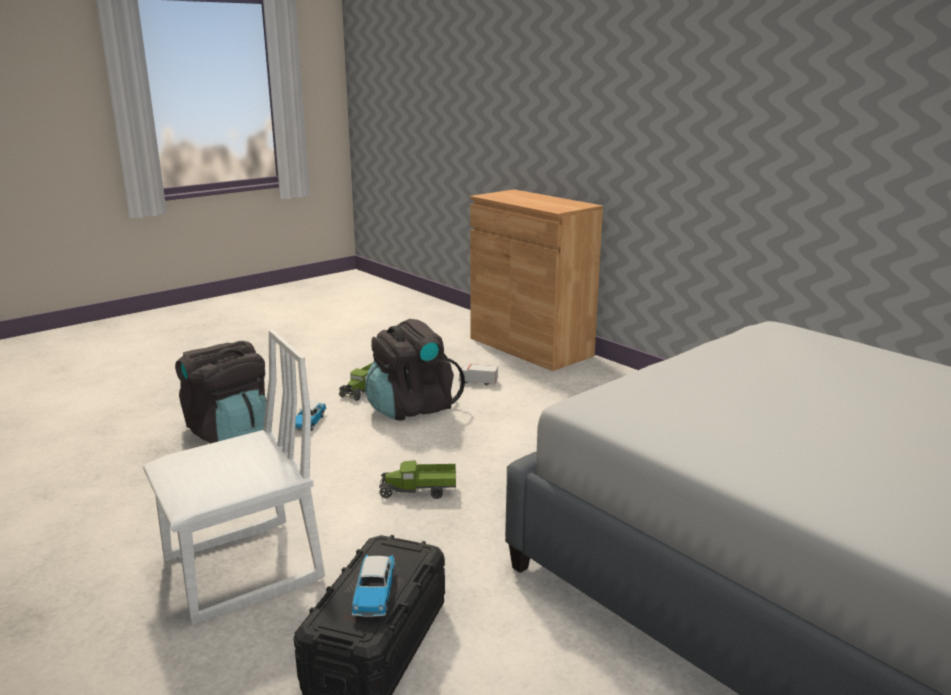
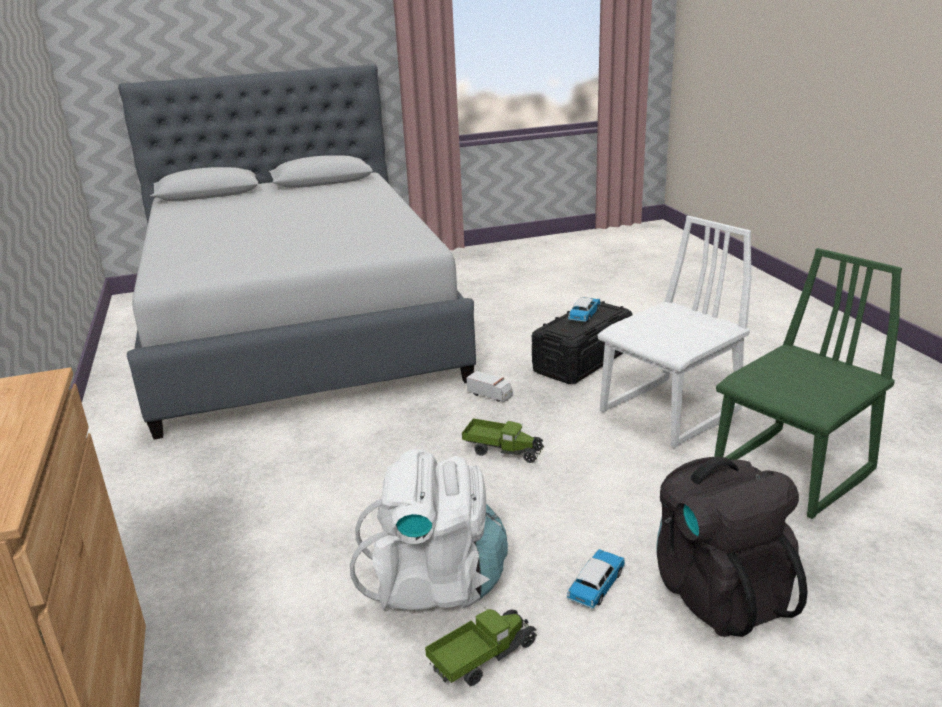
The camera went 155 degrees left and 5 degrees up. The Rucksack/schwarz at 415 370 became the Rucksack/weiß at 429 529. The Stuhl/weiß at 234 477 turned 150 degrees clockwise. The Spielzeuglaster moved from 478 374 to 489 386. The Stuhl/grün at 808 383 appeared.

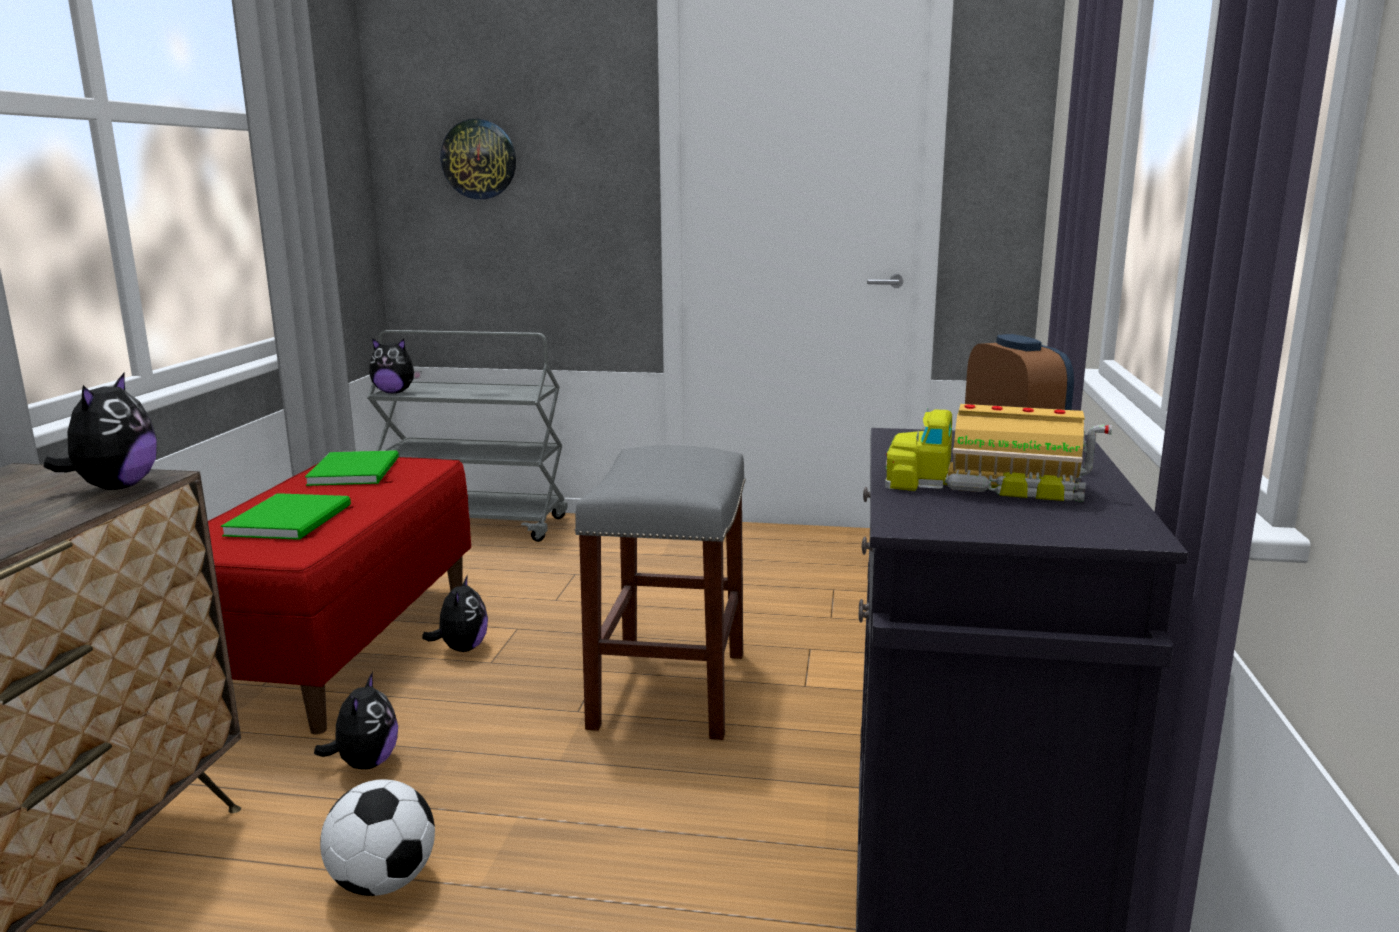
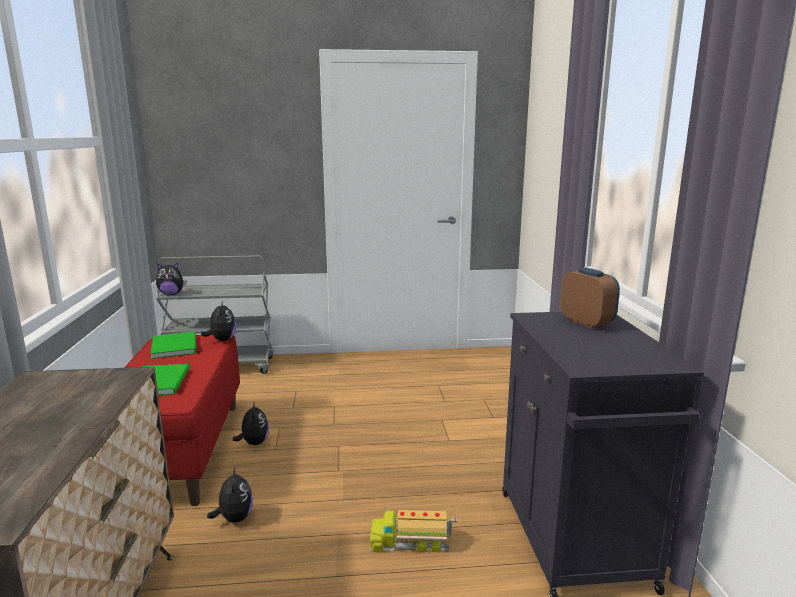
The camera went 15 degrees left and 0 degrees up. The Wanduhr at 478 159 disappeared. The Plüschtier moved from 100 431 to 218 321. The Spielzeuglaster moved from 998 453 to 414 529. The Hocker/grau at 660 592 disappeared. The Fußball at 377 837 disappeared.

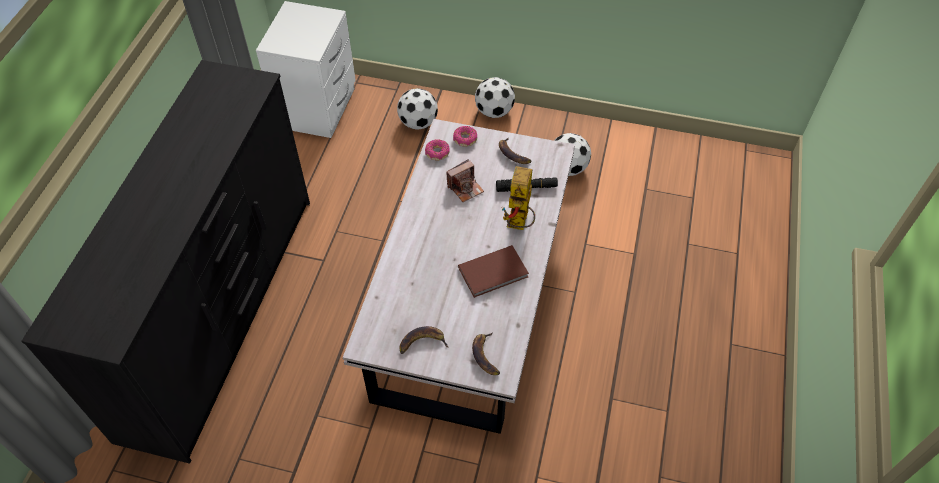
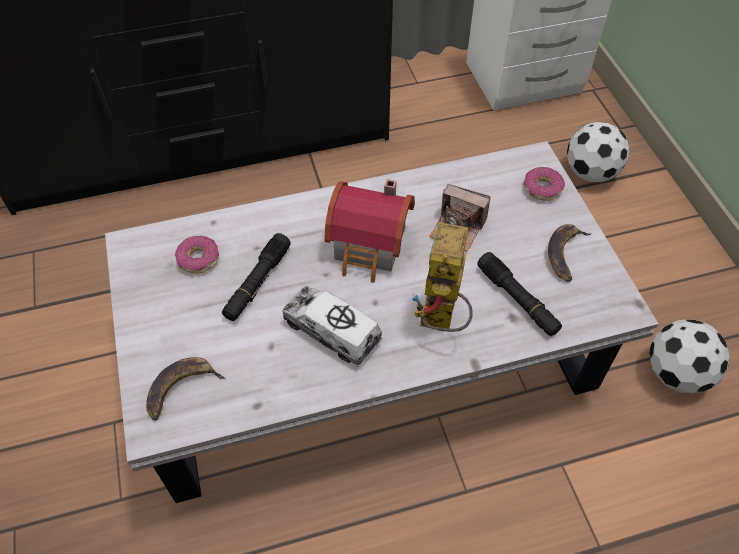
The camera went 60 degrees right and 0 degrees up. The Fußball at 495 97 disappeared. The Donut moved from 437 149 to 197 255. The Spielzeugroboter at 518 198 turned 60 degrees counterclockwise. The Buch/braun at 493 271 was replaced by the Spielzeuglaster at 332 326. The Banane at 424 340 disappeared. The Spielzeughaus at 369 231 appeared. The Taschenlampe/schwarz at 256 277 appeared.

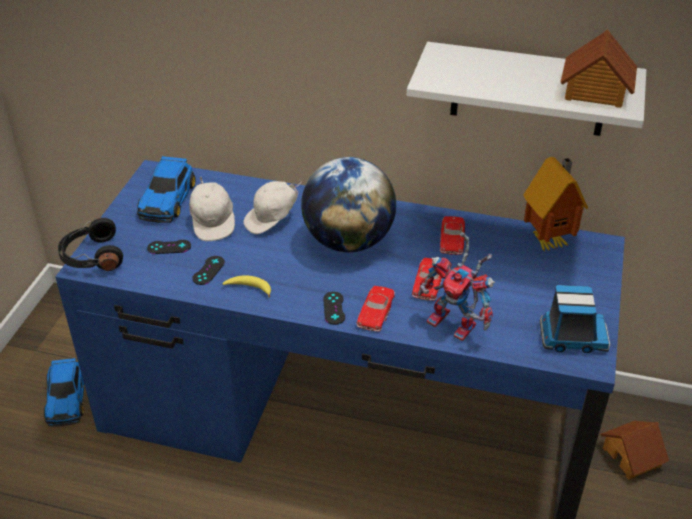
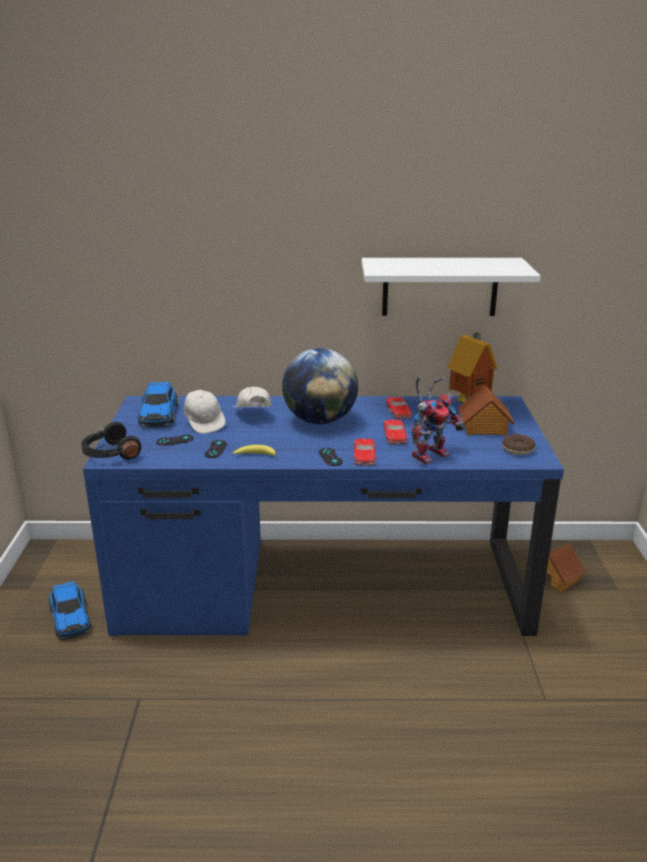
The camera went 15 degrees left and 15 degrees down. The Spielzeughaus moved from 598 68 to 486 410. The Kappe/weiß at 272 206 turned 120 degrees clockwise. The Spielzeugroboter at 456 286 turned 60 degrees counterclockwise. The Spielzeuglaster at 575 319 was replaced by the Donut at 518 444.

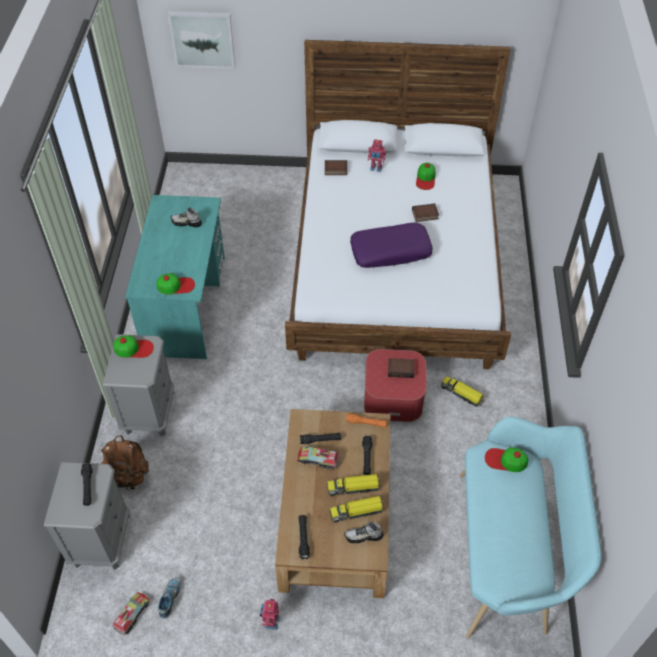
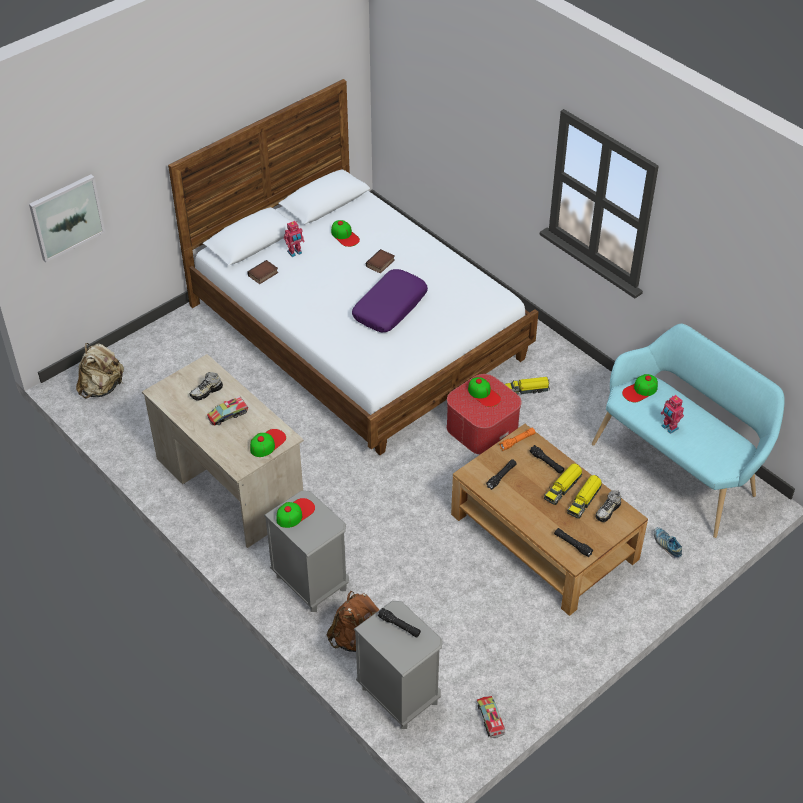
The camera went 45 degrees left and 5 degrees down. The Schreibtisch/türkis at 175 277 became the Schreibtisch/beige at 223 451. The Buch at 401 368 was replaced by the Kappe at 484 392. The Spielzeuglaster moved from 318 458 to 227 411. The Schuh moved from 169 598 to 668 542. The Spielzeugroboter moved from 270 614 to 672 414. The Rucksack/beige at 100 371 appeared.

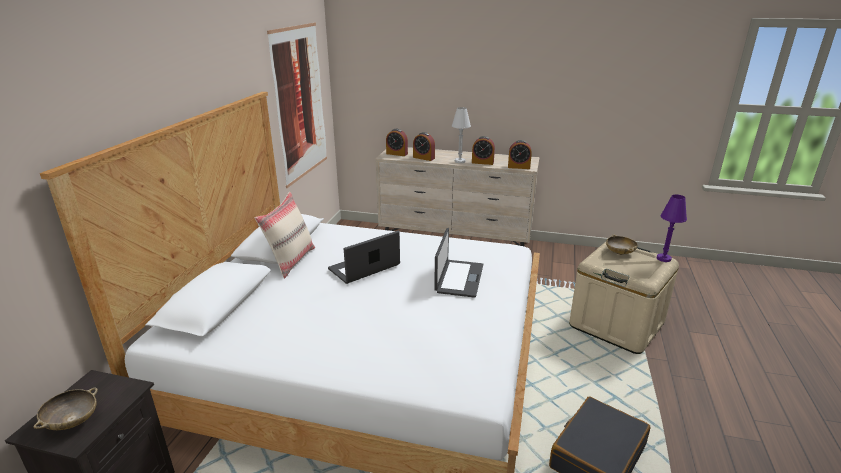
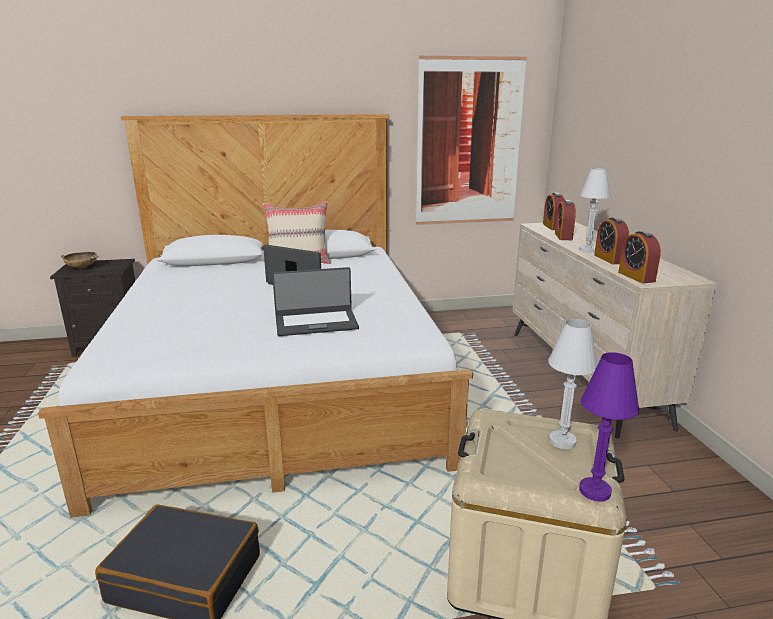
The camera went 65 degrees right and 5 degrees down. The Schüssel/beige at 622 244 was replaced by the Tischlampe/weiß at 573 384.

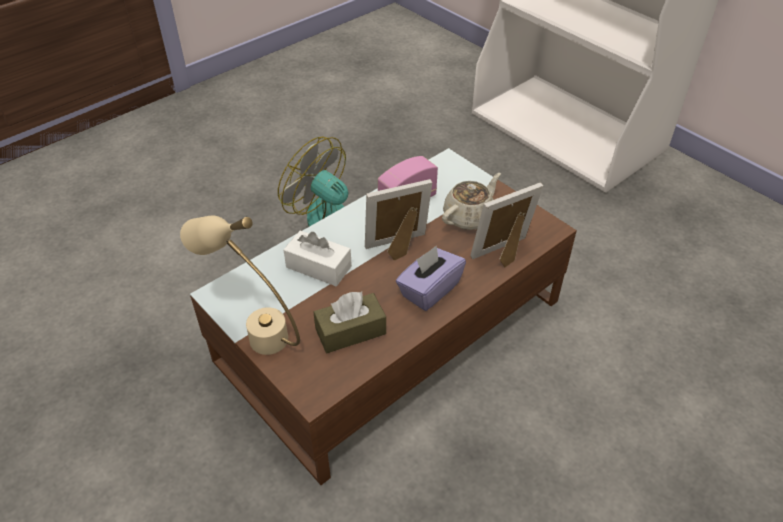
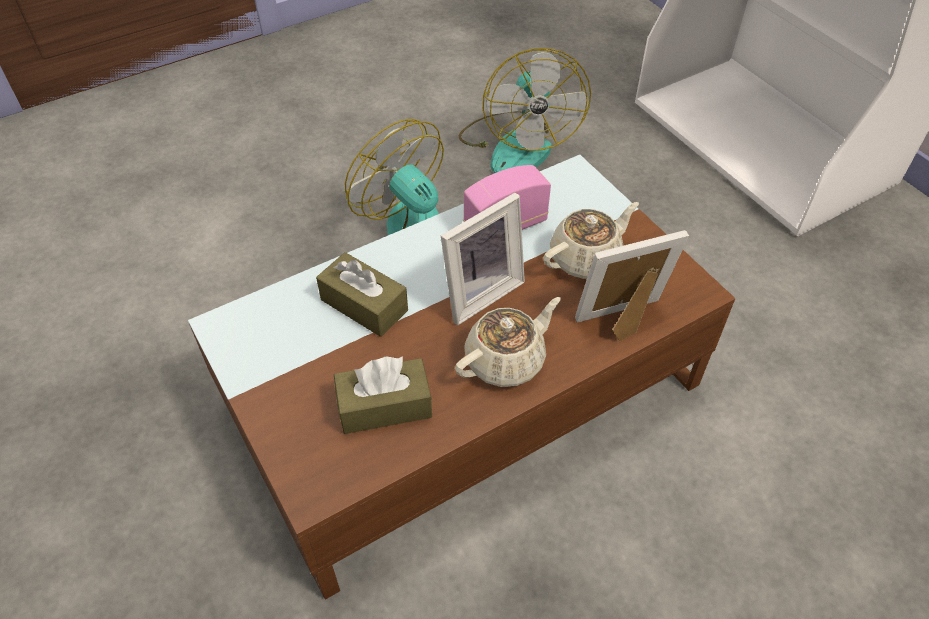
The camera went 10 degrees right and 5 degrees up. The Bilderrahmen at 398 220 turned 150 degrees clockwise. The Tischlampe/beige at 240 285 disappeared. The Taschentuchbox/weiß at 317 258 became the Taschentuchbox/braun at 362 294. The Taschentuchbox/lila at 431 278 was replaced by the Teekanne/beige at 508 342. The Ventilator at 525 110 appeared.

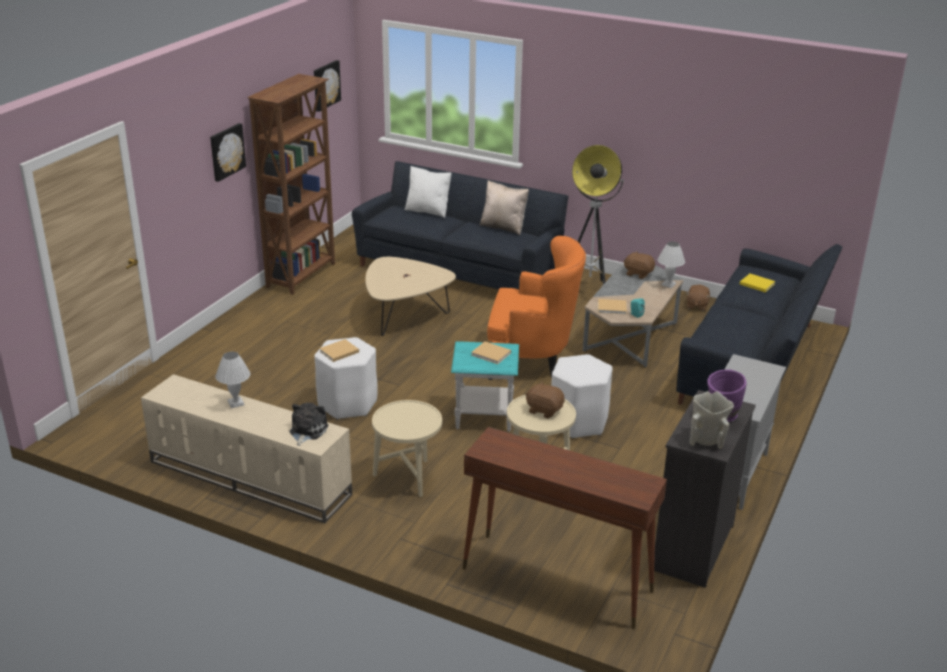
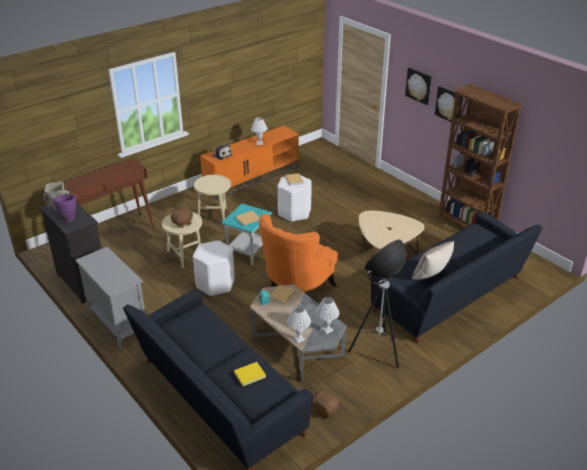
The camera went 115 degrees right and 5 degrees up. The Bild moved from 327 86 to 418 86. The Kissen/weiß at 428 192 disappeared. The Plüschtier/braun at 639 265 was replaced by the Tischlampe/weiß at 327 315. The Fernsehschrank/beige at 246 448 became the Fernsehschrank/orange at 249 162.

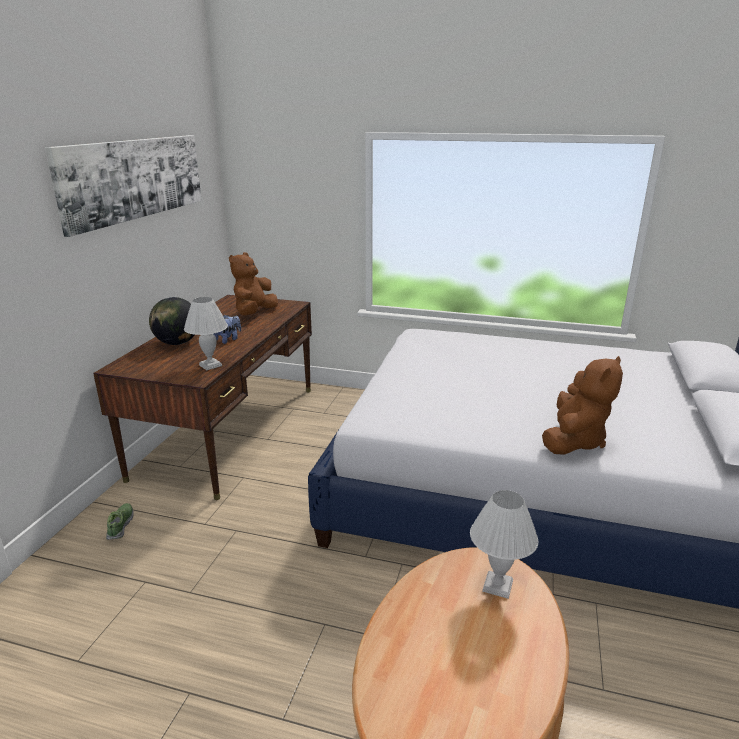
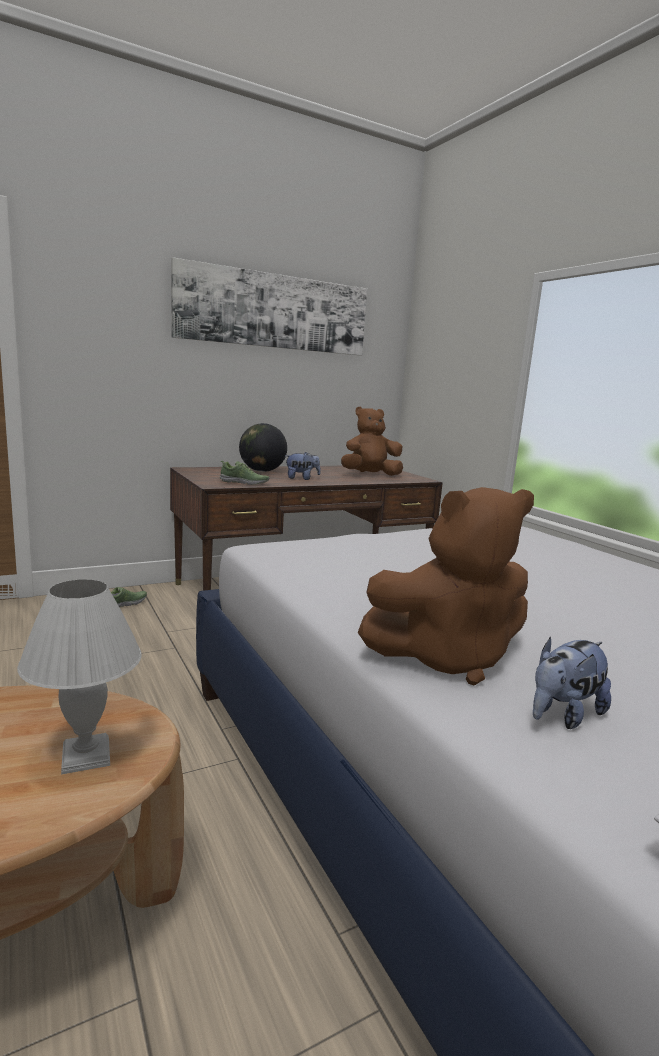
The camera went 45 degrees right and 10 degrees down. The Tischlampe/weiß at 206 333 was replaced by the Schuh at 244 473. The Plüschtier at 572 683 appeared.

